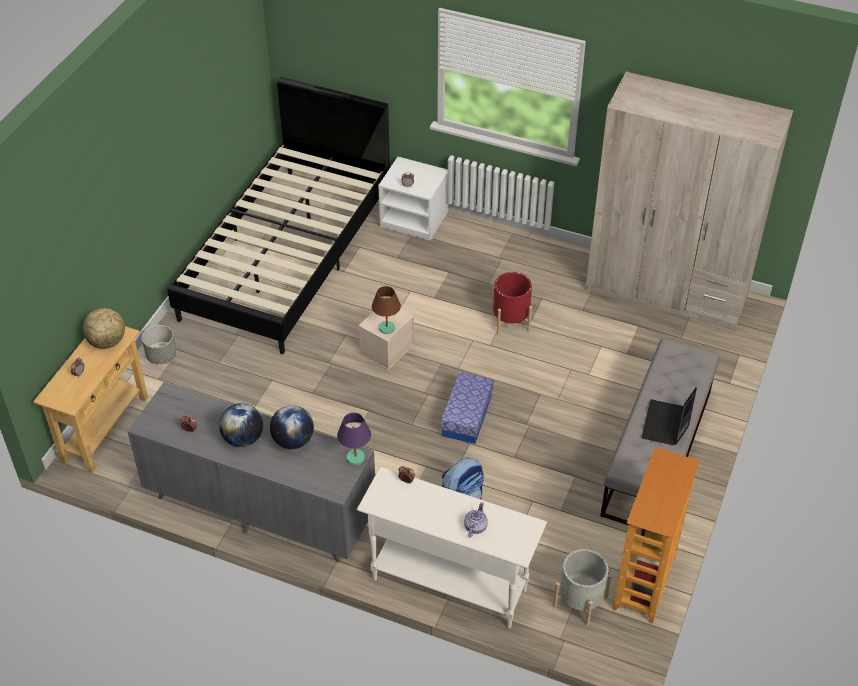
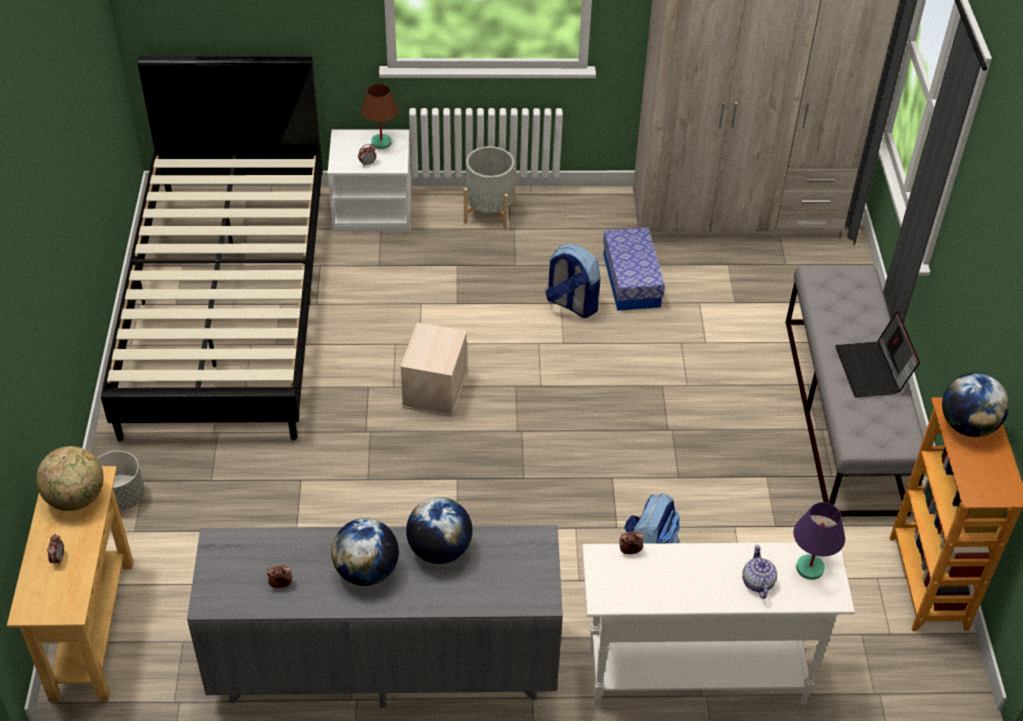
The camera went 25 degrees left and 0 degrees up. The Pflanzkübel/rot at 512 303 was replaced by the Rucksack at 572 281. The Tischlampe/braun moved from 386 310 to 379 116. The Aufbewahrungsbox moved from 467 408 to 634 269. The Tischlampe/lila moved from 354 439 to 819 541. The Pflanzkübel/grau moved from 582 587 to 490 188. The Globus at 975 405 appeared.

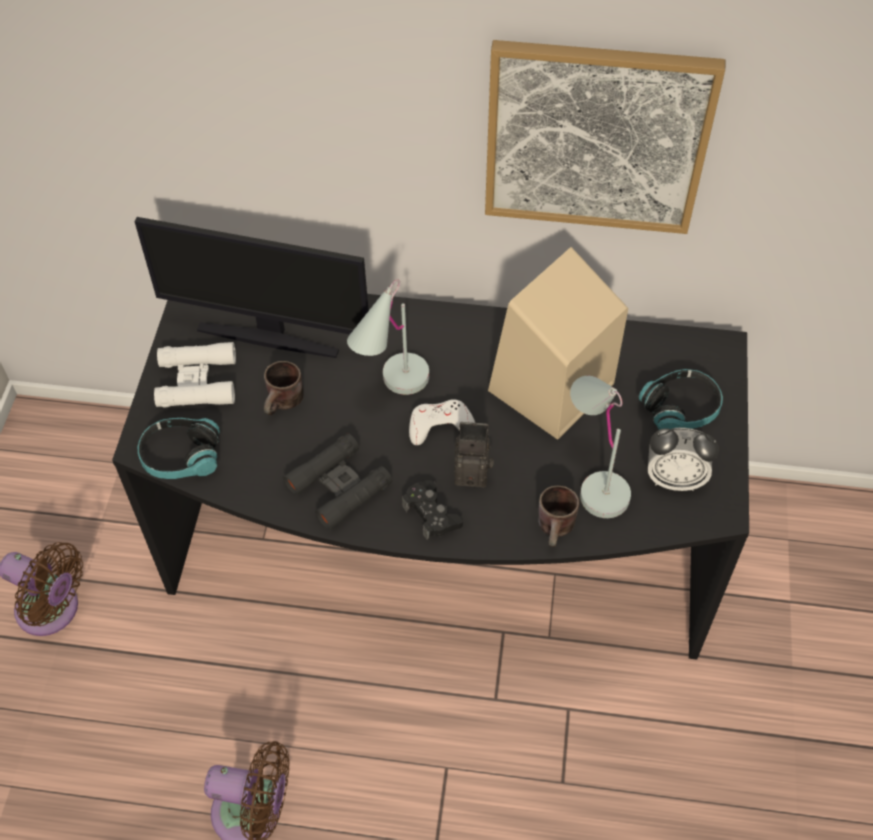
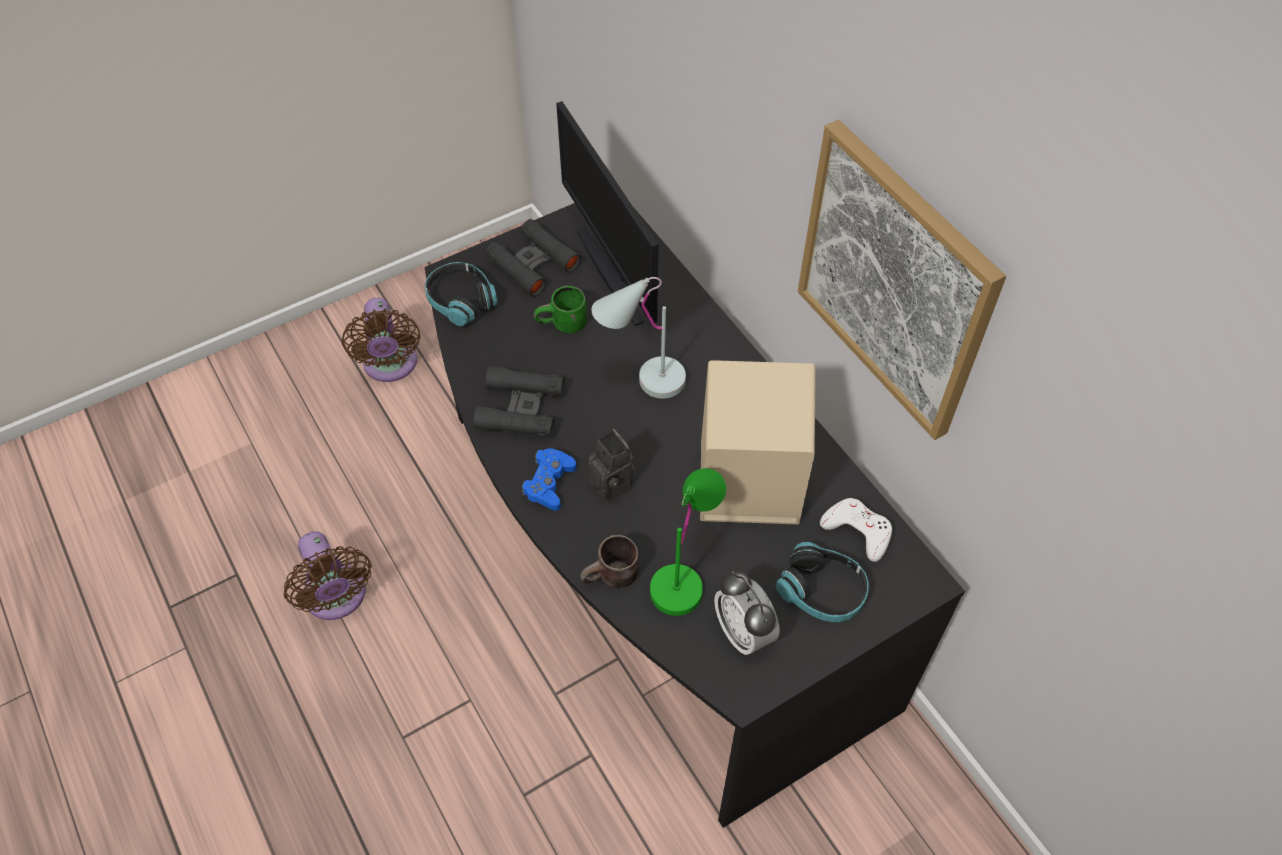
The camera went 50 degrees right and 0 degrees up. The Fernglas/weiß at 195 374 became the Fernglas/schwarz at 533 258. The Henkelbecher/braun at 283 388 became the Henkelbecher/grün at 560 309. The Tischlampe/weiß at 600 447 became the Tischlampe/grün at 688 542. The Gamepad/weiß moved from 442 422 to 856 530. The Gamepad/schwarz at 432 510 became the Gamepad/blau at 549 479.

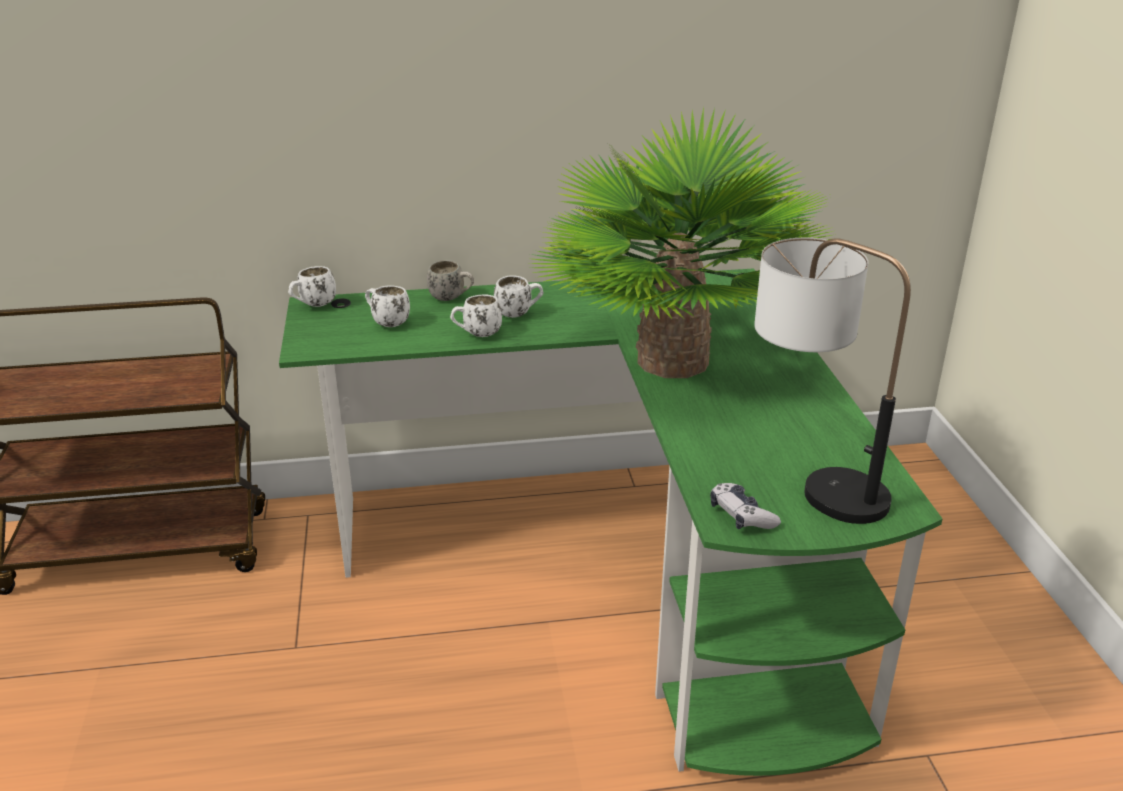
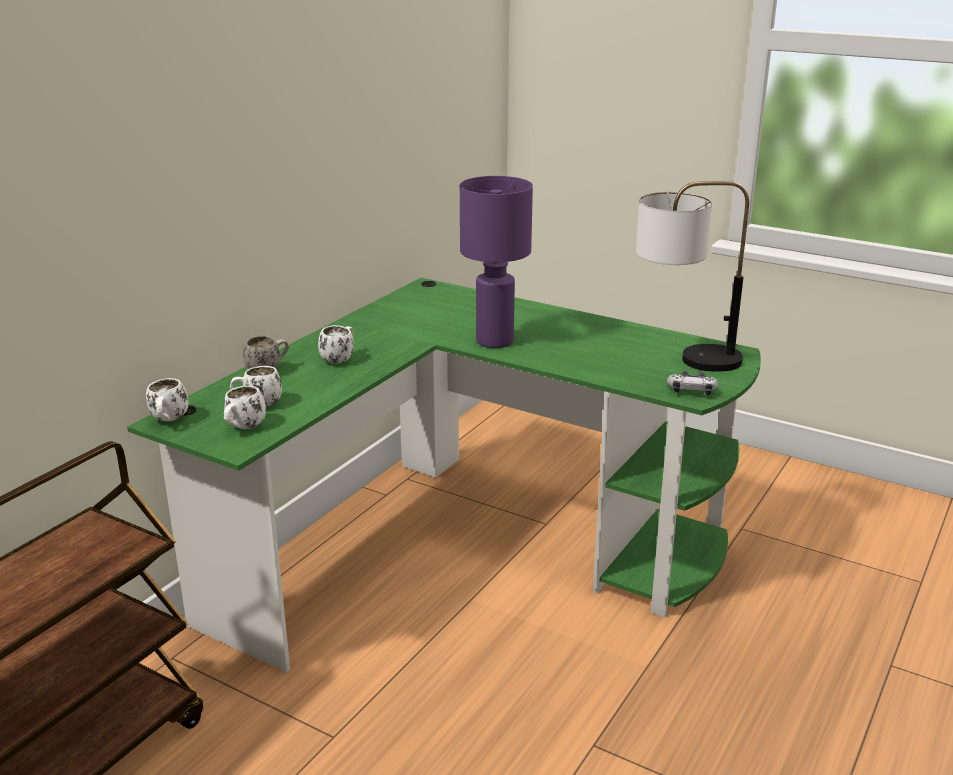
The camera went 50 degrees left and 5 degrees down. The Topfpflanze at 681 242 was replaced by the Tischlampe/lila at 496 262. The Henkelbecher/weiß moved from 476 315 to 245 407.

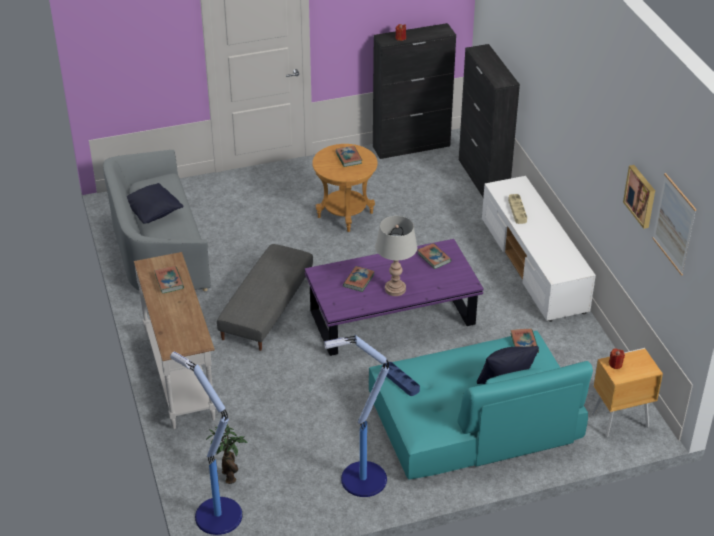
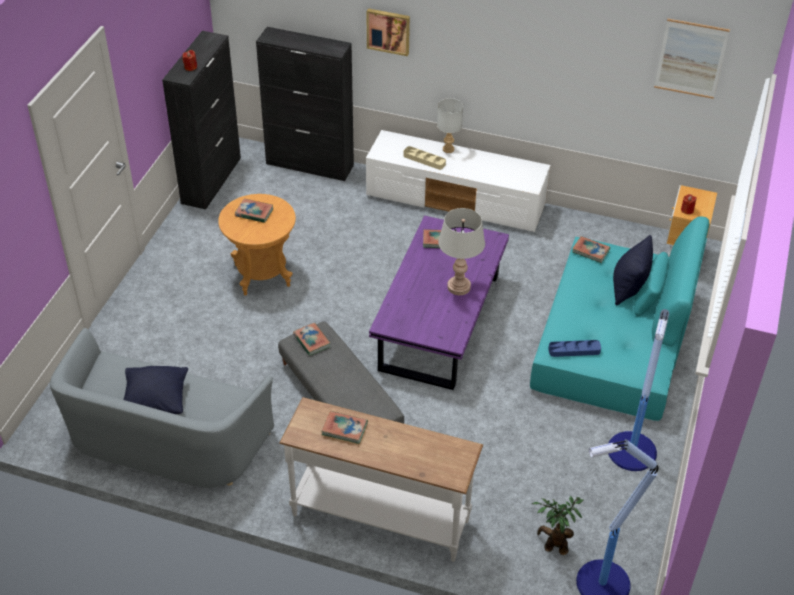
The camera went 55 degrees left and 5 degrees up. The Bild moved from 639 197 to 388 32. The Buch moved from 359 279 to 311 339. The Tischlampe/grau at 450 125 appeared.

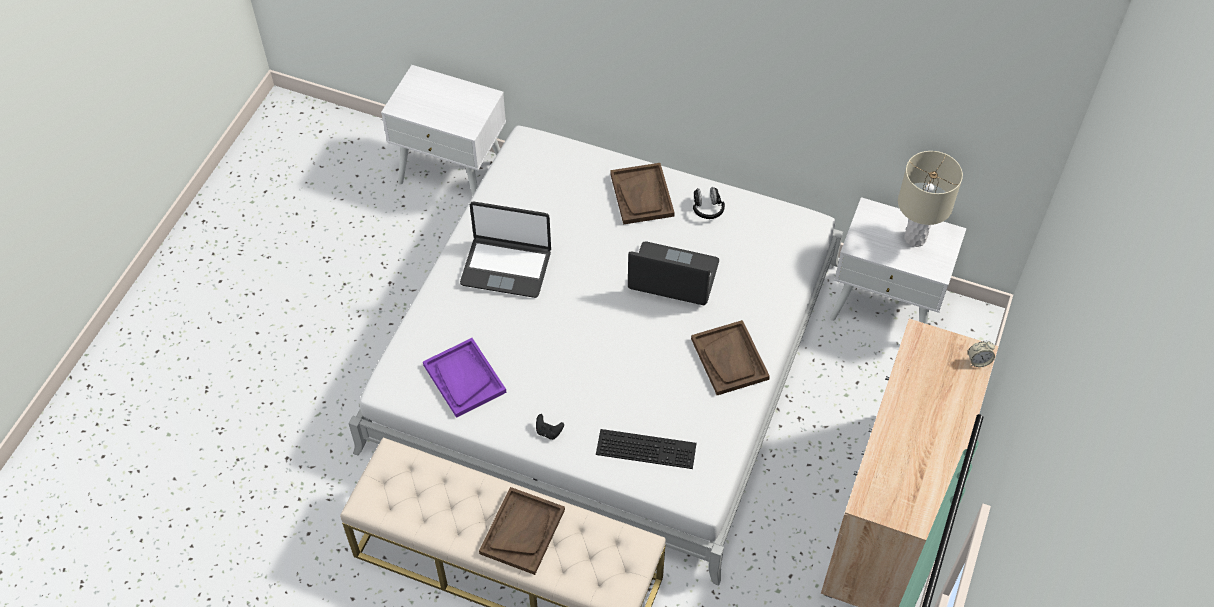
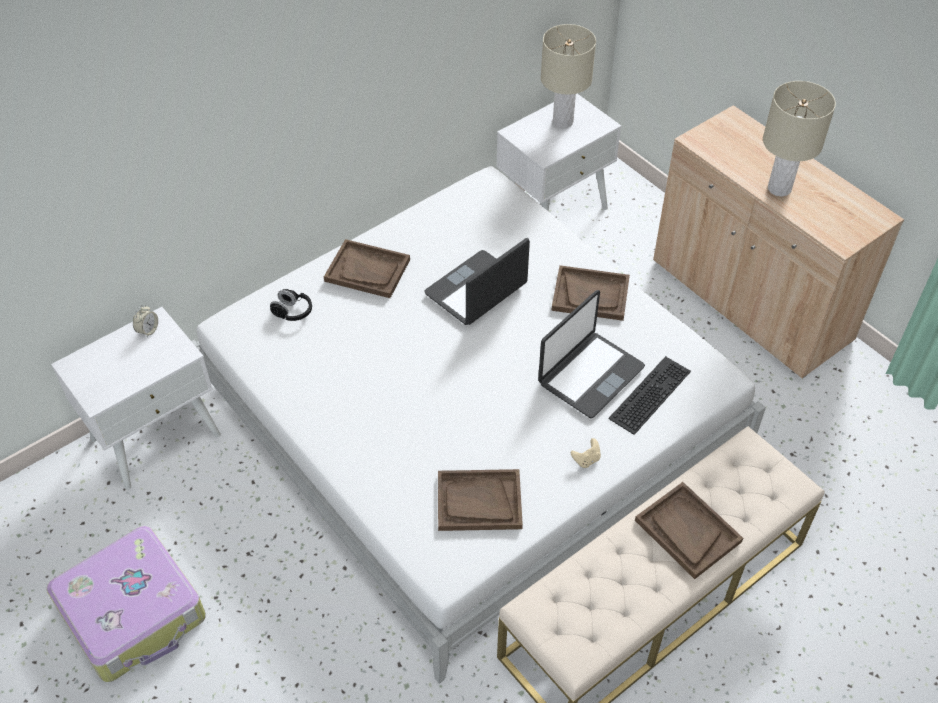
The camera went 60 degrees left and 5 degrees down. The Kopfhörer/schwarz moved from 709 203 to 291 305. The Laptop moved from 505 250 to 591 354. The Tablett/lila at 464 378 became the Tablett/braun at 480 500. The Wecker moved from 981 354 to 145 321. The Gamepad/schwarz at 550 427 became the Gamepad/beige at 586 453. The Tischlampe/beige at 799 139 appeared. The Koffer at 126 604 appeared.

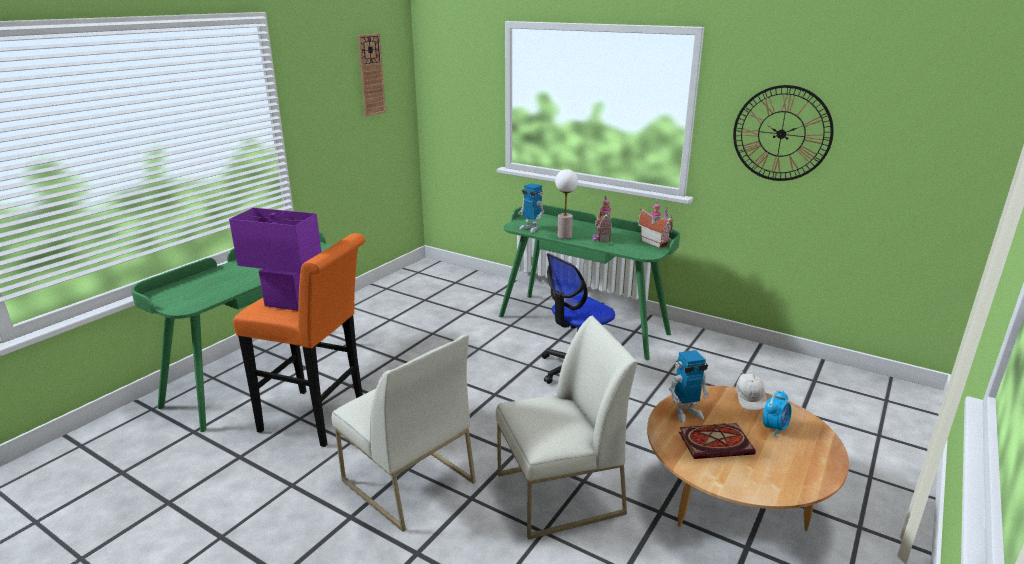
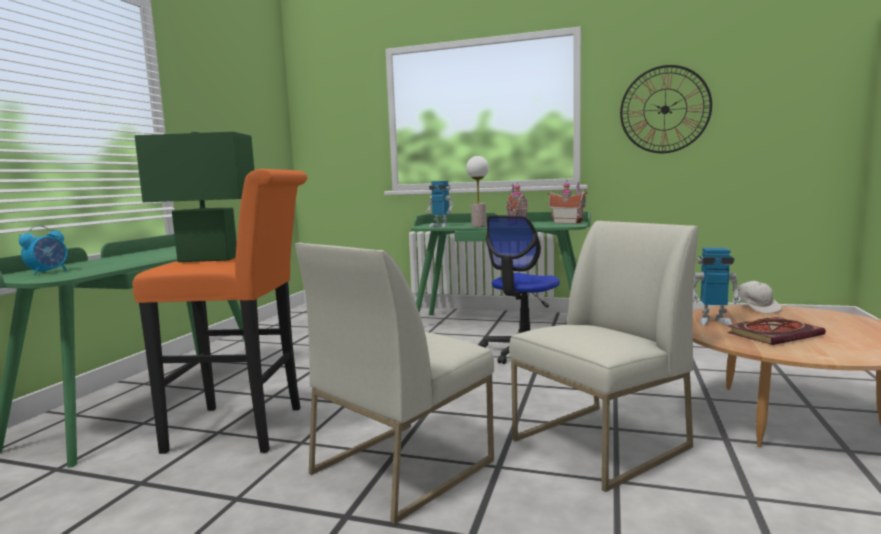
The camera went 15 degrees left and 15 degrees down. The Wanduhr at 372 75 disappeared. The Tischlampe/lila at 275 259 became the Tischlampe/grün at 194 197. The Stuhl/weiß at 404 433 turned 105 degrees clockwise. The Spielzeugroboter at 689 386 turned 45 degrees clockwise. The Wecker moved from 777 413 to 43 250.

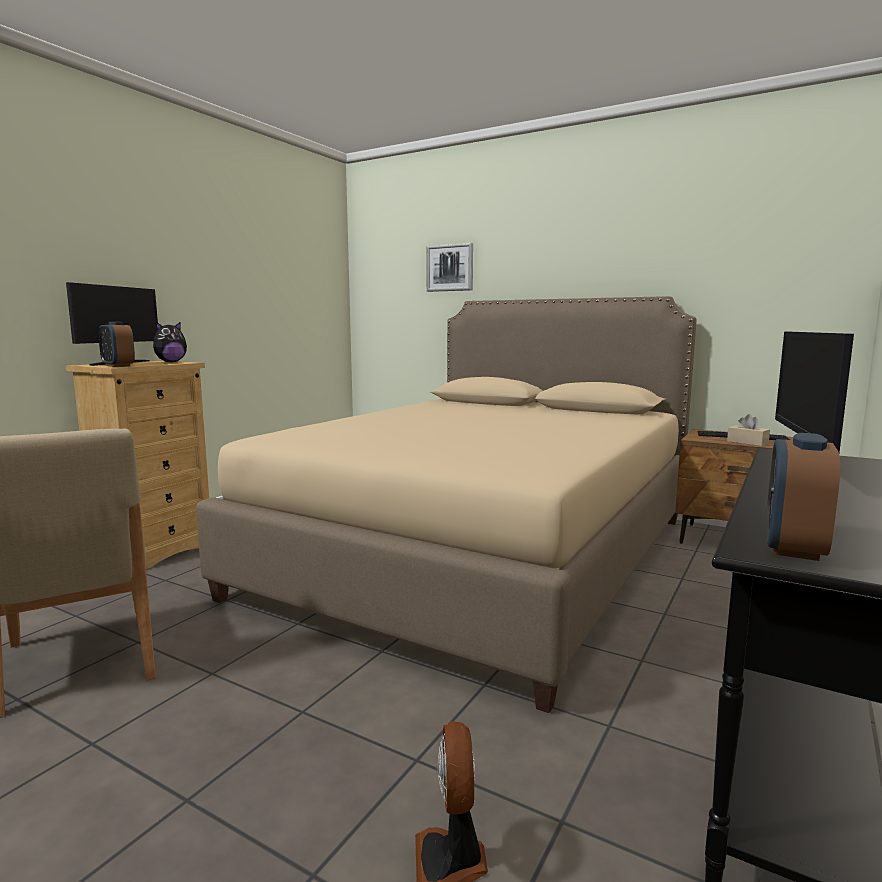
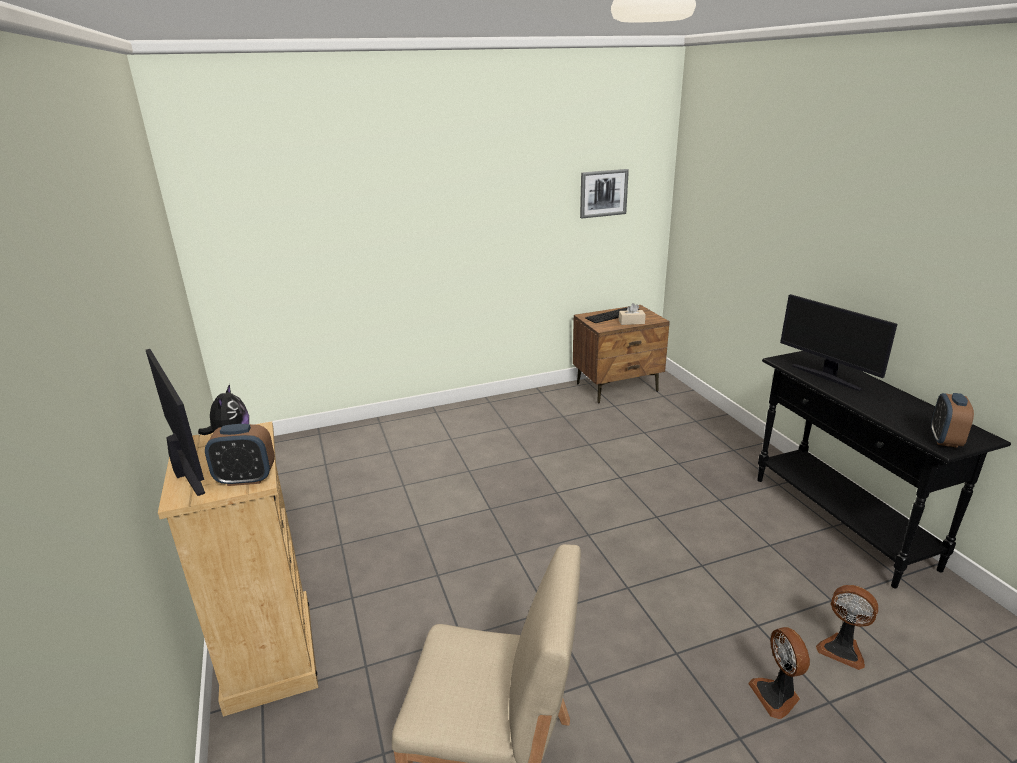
The camera went 50 degrees left and 15 degrees up. The Bild moved from 449 267 to 604 194. The Bett/beige at 446 504 disappeared. The Wecker at 803 497 turned 45 degrees clockwise. The Ventilator at 779 673 appeared.

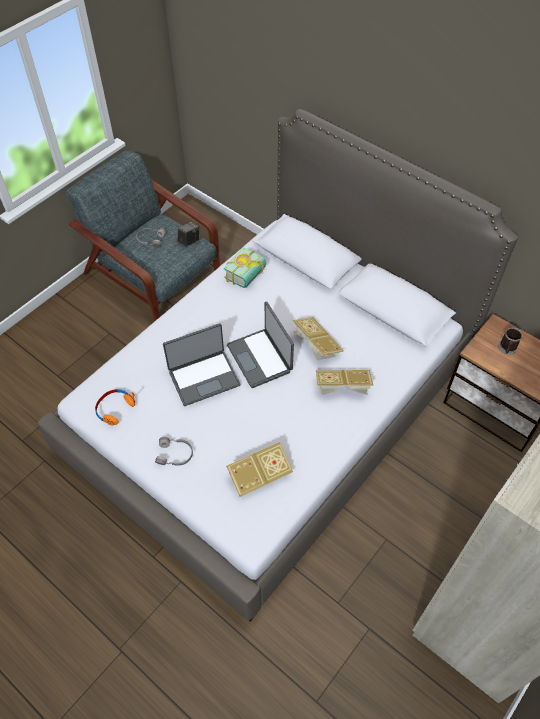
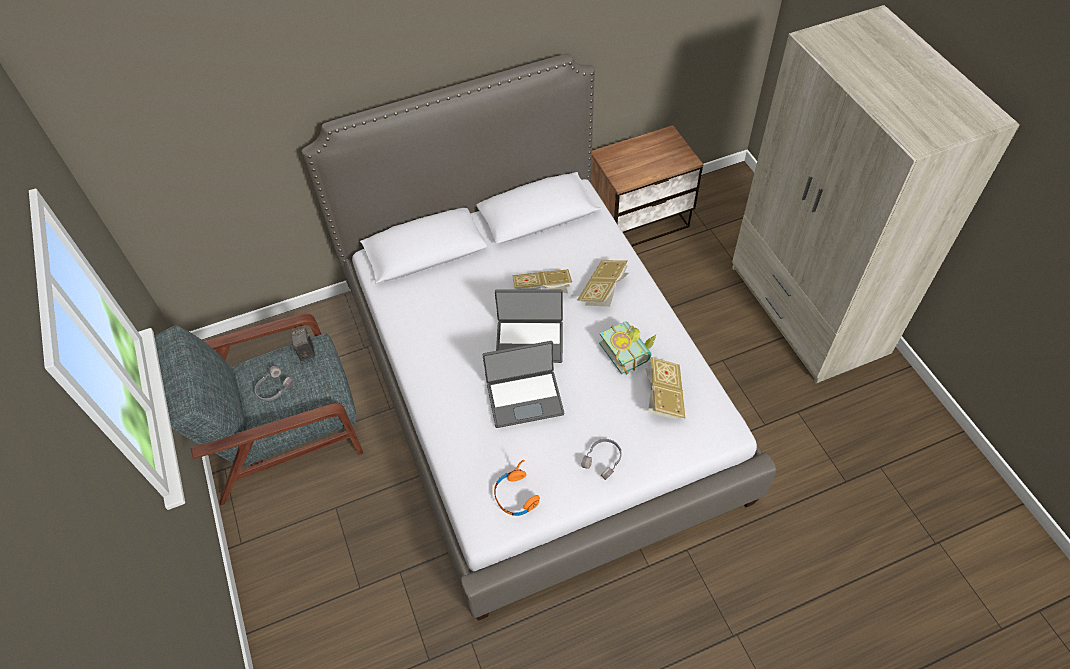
The camera went 60 degrees left and 0 degrees up. The Buch moved from 245 267 to 628 348. The Laptop at 201 364 turned 75 degrees clockwise. The Henkelbecher at 510 341 disappeared.

